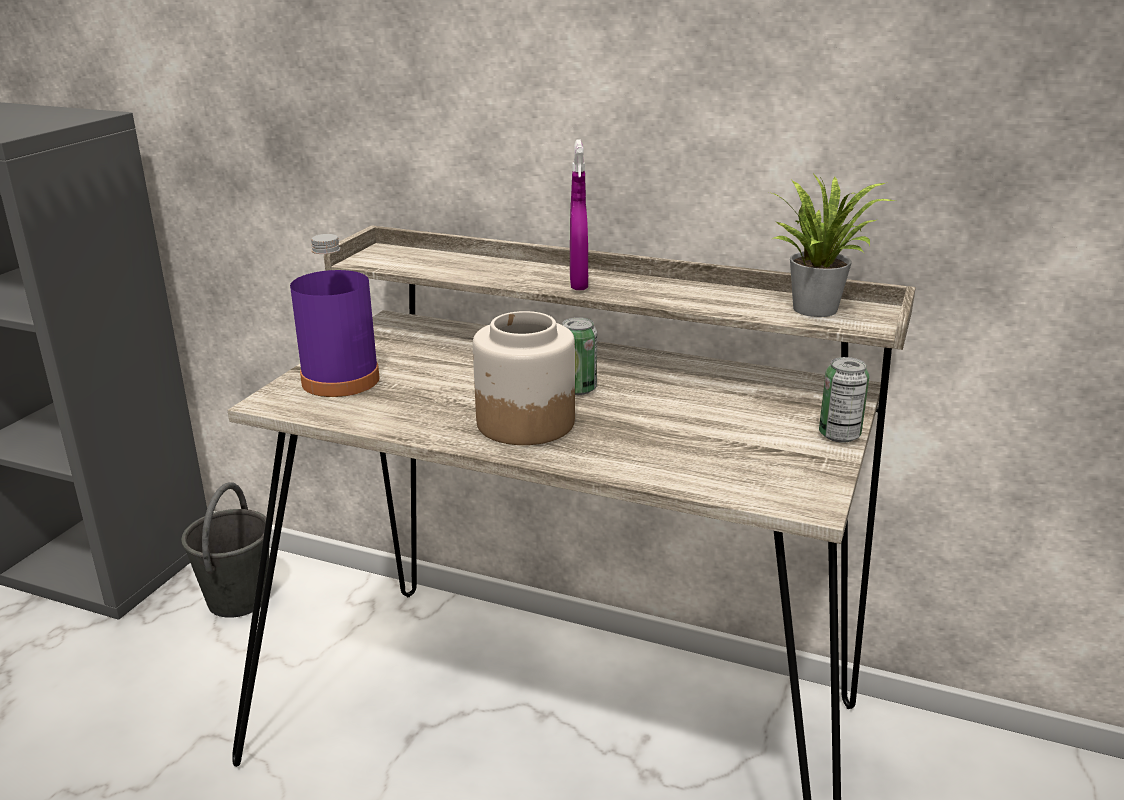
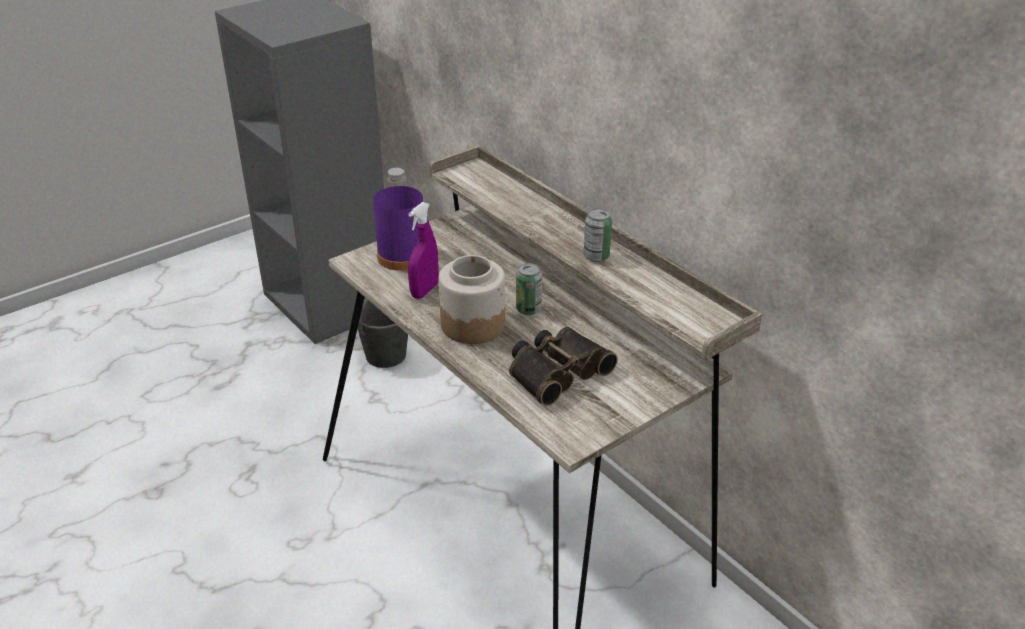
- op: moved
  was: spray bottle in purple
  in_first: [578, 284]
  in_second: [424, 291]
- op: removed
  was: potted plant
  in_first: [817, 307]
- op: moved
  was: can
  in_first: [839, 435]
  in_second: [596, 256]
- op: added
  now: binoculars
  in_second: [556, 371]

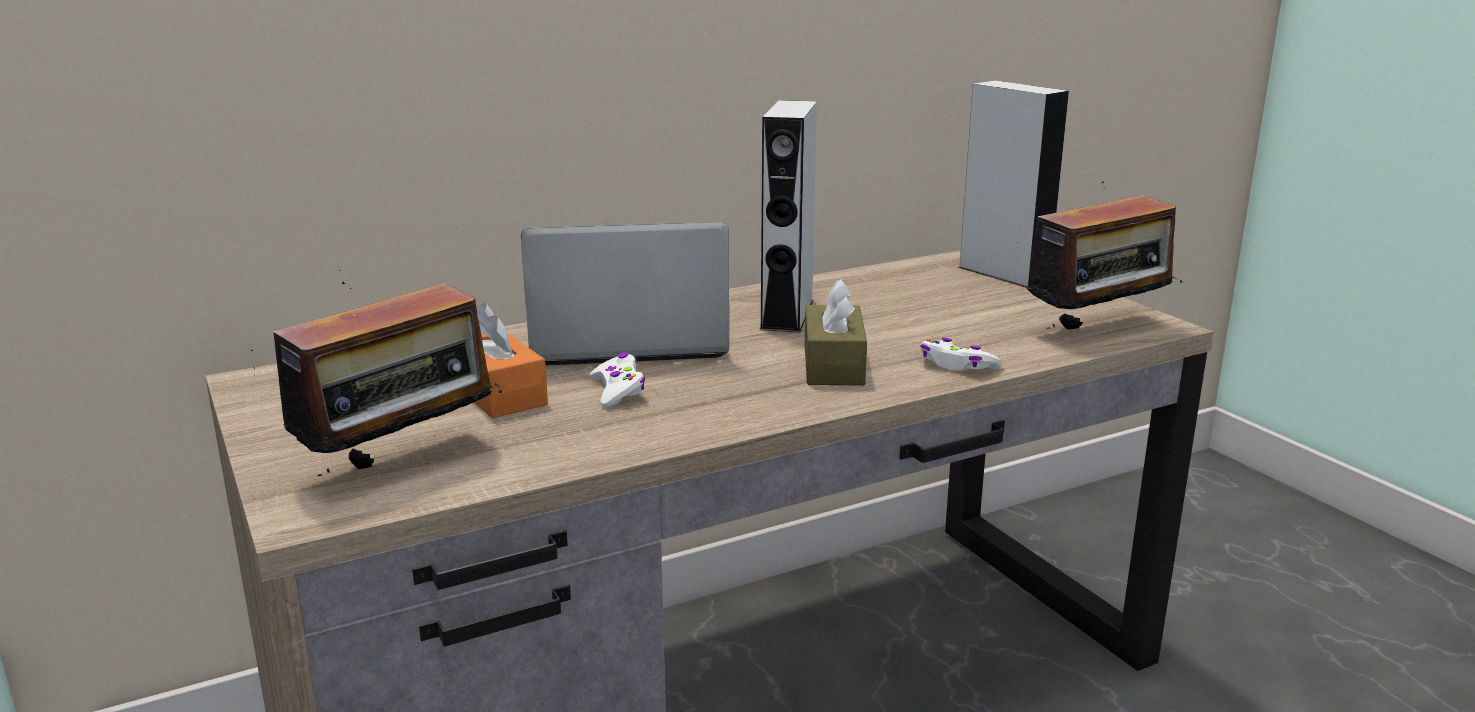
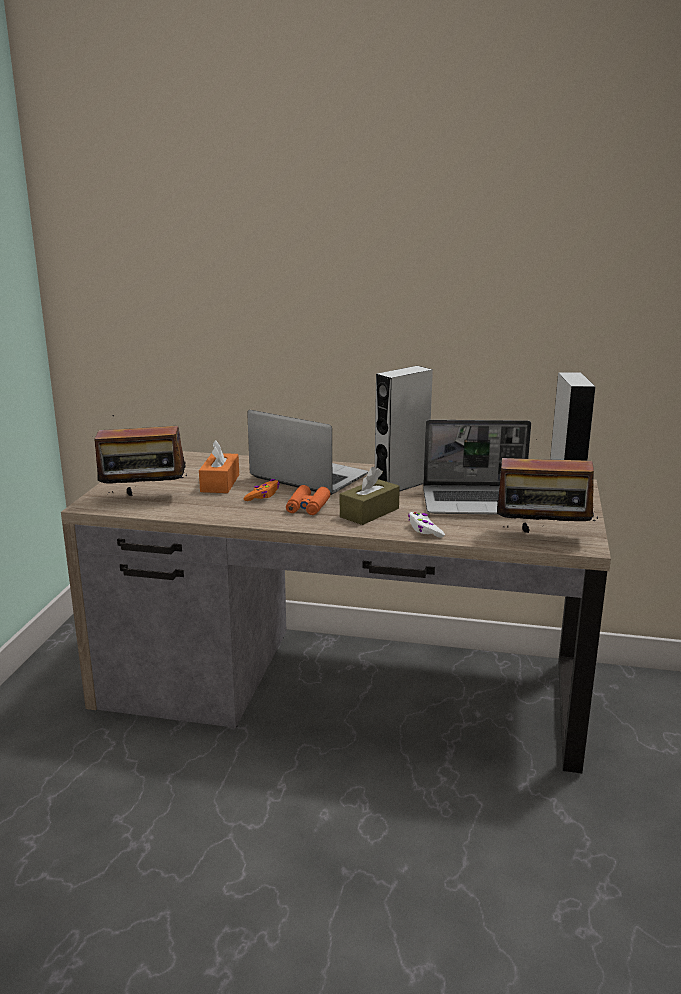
- op: recoloured
  was: game controller in white
  now: game controller in orange
  in_first: [618, 390]
  in_second: [263, 496]
- op: added
  now: laptop
  in_second: [479, 502]
- op: added
  now: binoculars in orange
  in_second: [307, 507]

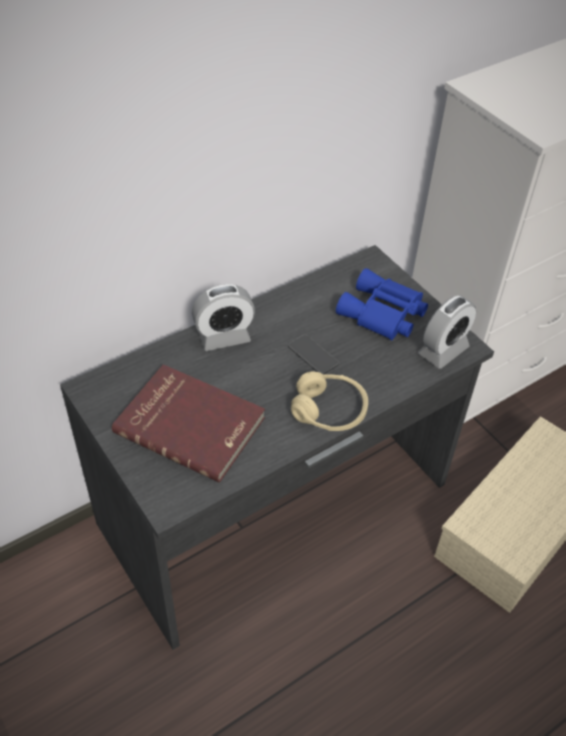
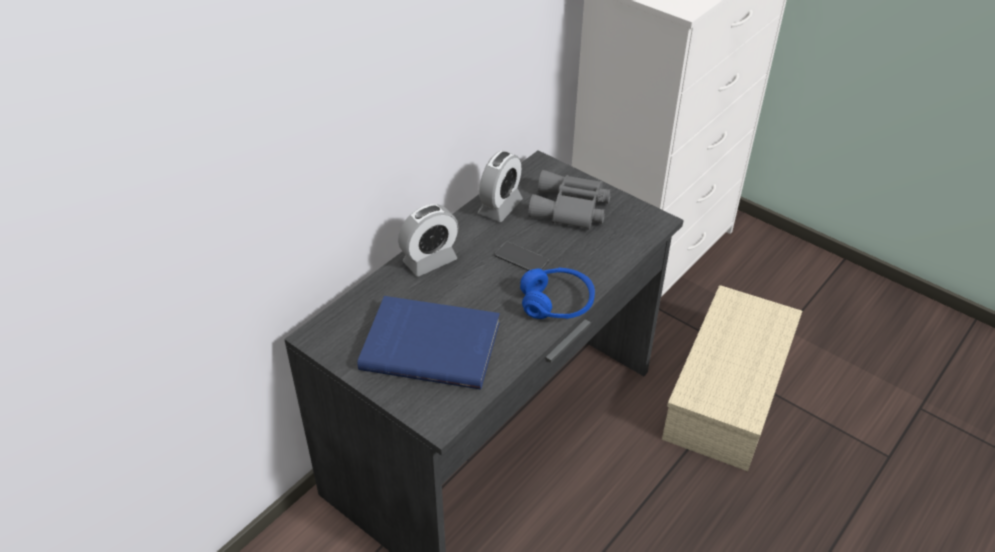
- op: recoloured
  was: binoculars in blue
  now: binoculars in grey
  in_first: [382, 314]
  in_second: [571, 209]
- op: moved
  was: alarm clock
  in_first: [443, 350]
  in_second: [500, 207]
- op: recoloured
  was: book in red
  now: book in blue
  in_first: [191, 423]
  in_second: [431, 344]
- op: recoloured
  was: headphones in beige
  now: headphones in blue
  in_first: [329, 410]
  in_second: [557, 303]

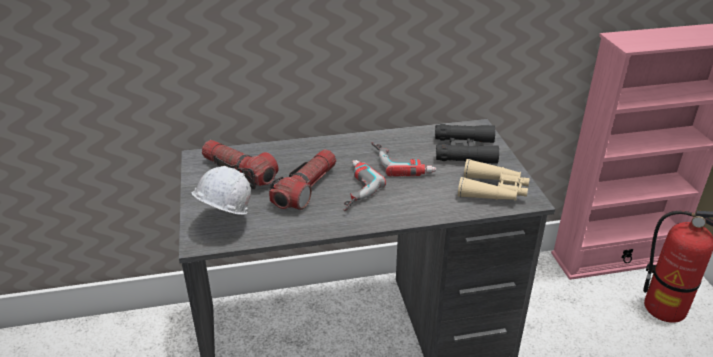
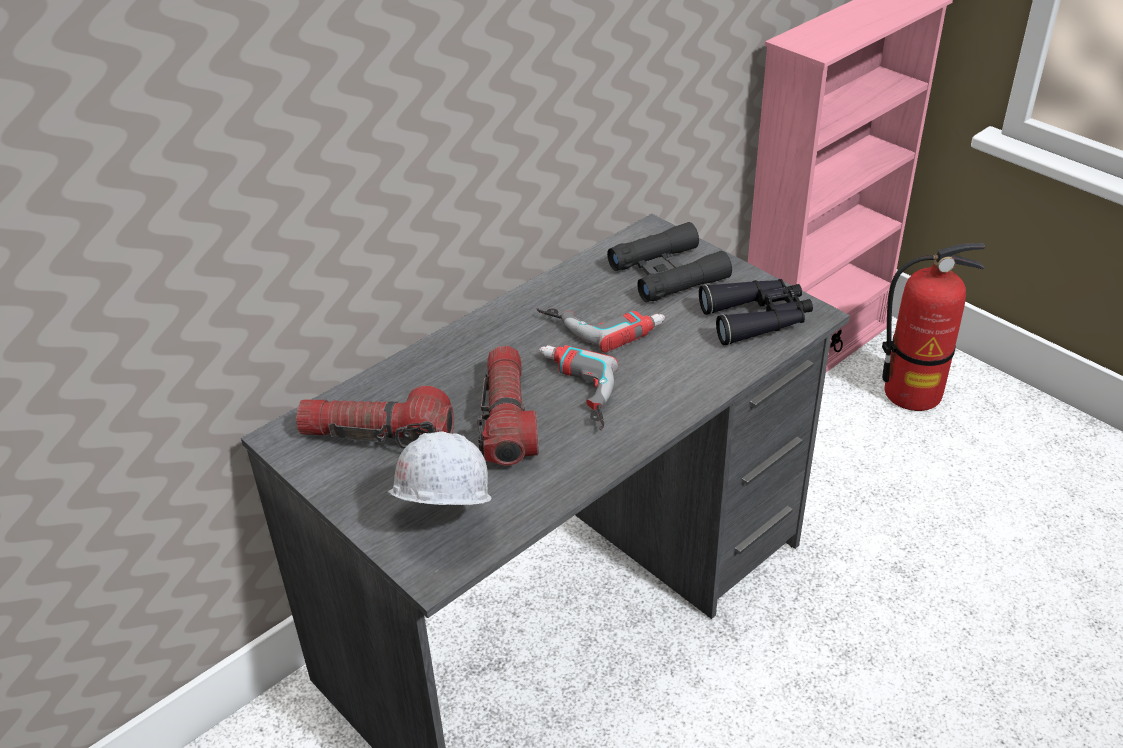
- op: recoloured
  was: binoculars in beige
  now: binoculars in black
  in_first: [493, 191]
  in_second: [757, 319]

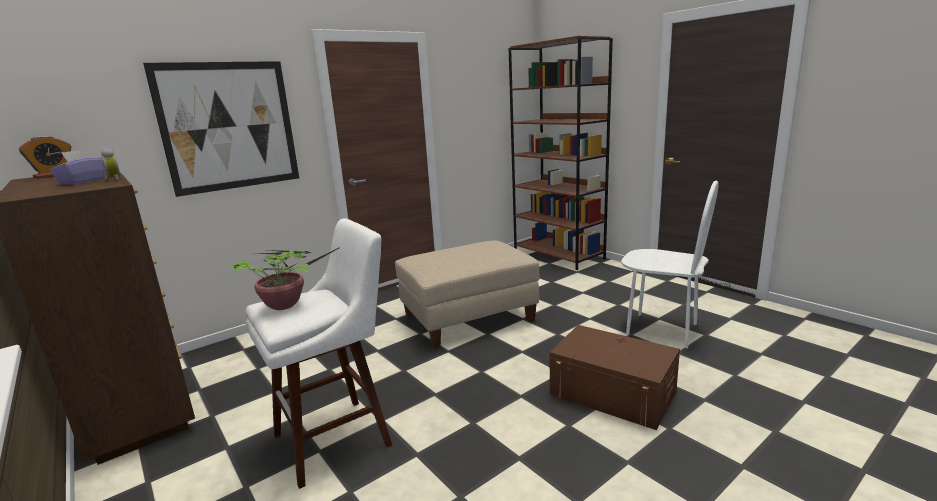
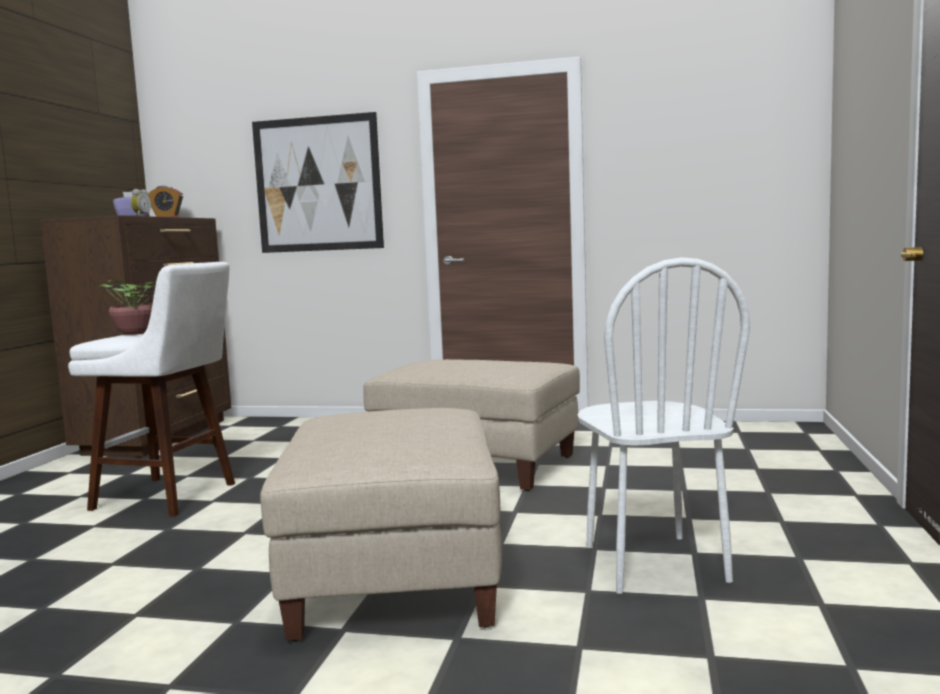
- op: removed
  was: bookcase in brown
  in_first: [559, 255]
- op: replaced
  was: storage box in brown
  now: ottoman in beige
  in_first: [612, 393]
  in_second: [394, 577]

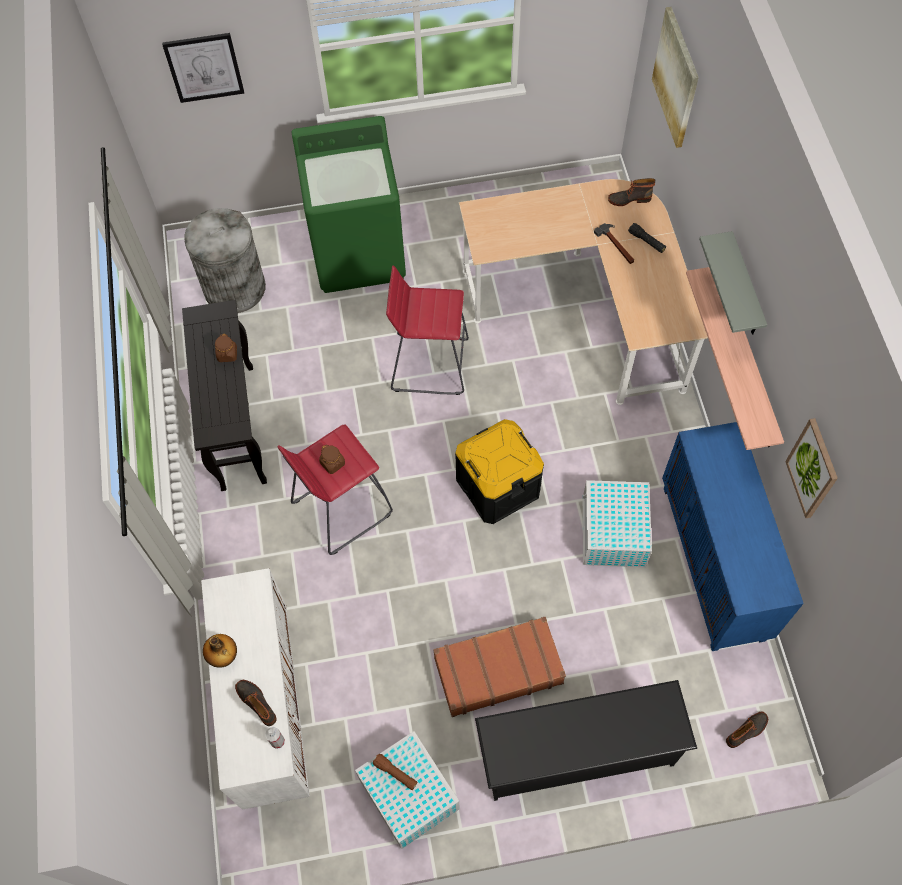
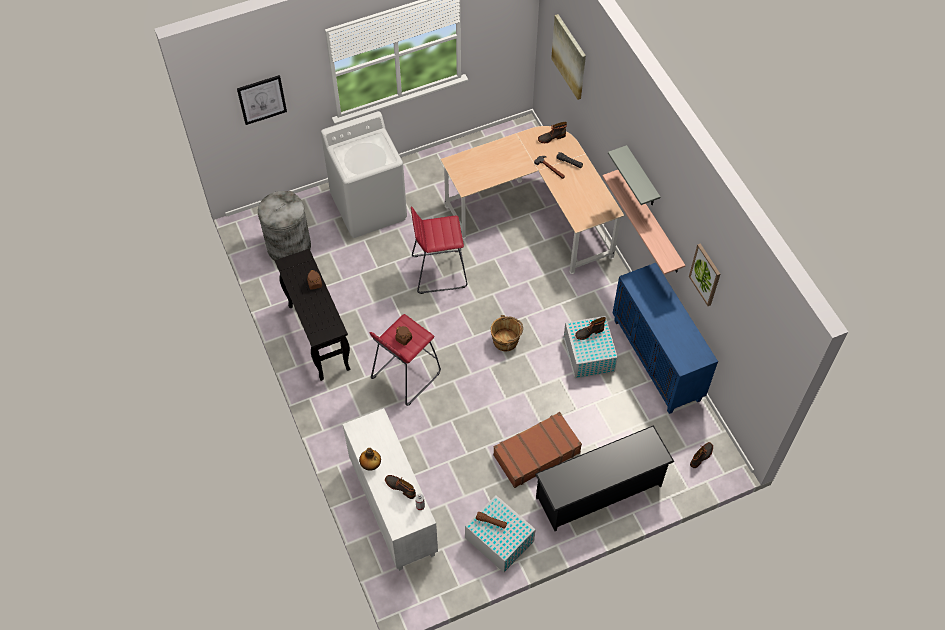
- op: recoloured
  was: washing machine in green
  now: washing machine in white
  in_first: [358, 253]
  in_second: [369, 207]
- op: replaced
  was: storage box in black
  now: bucket in brown
  in_first: [498, 486]
  in_second: [506, 340]
- op: added
  now: boot
  in_second: [589, 332]

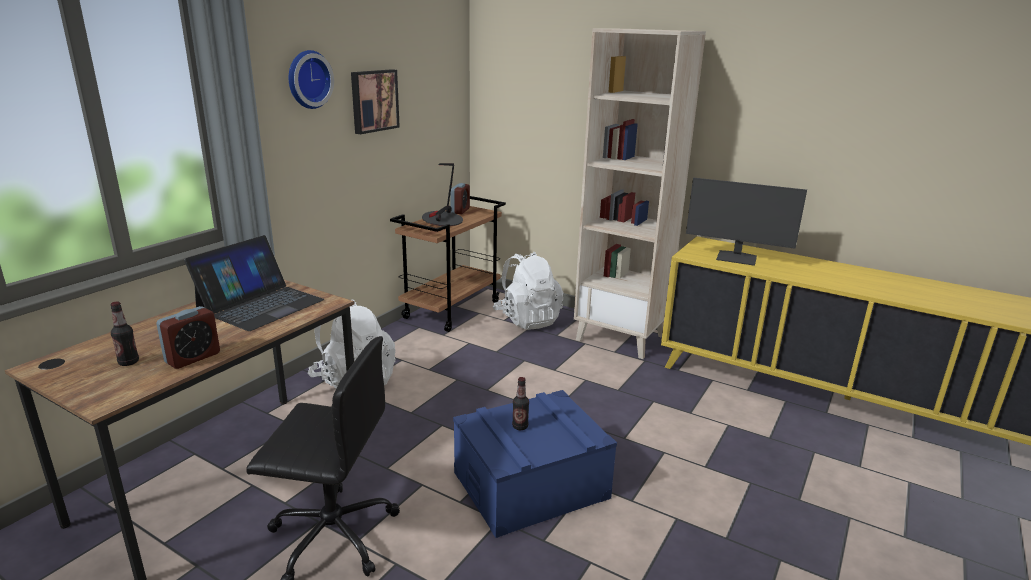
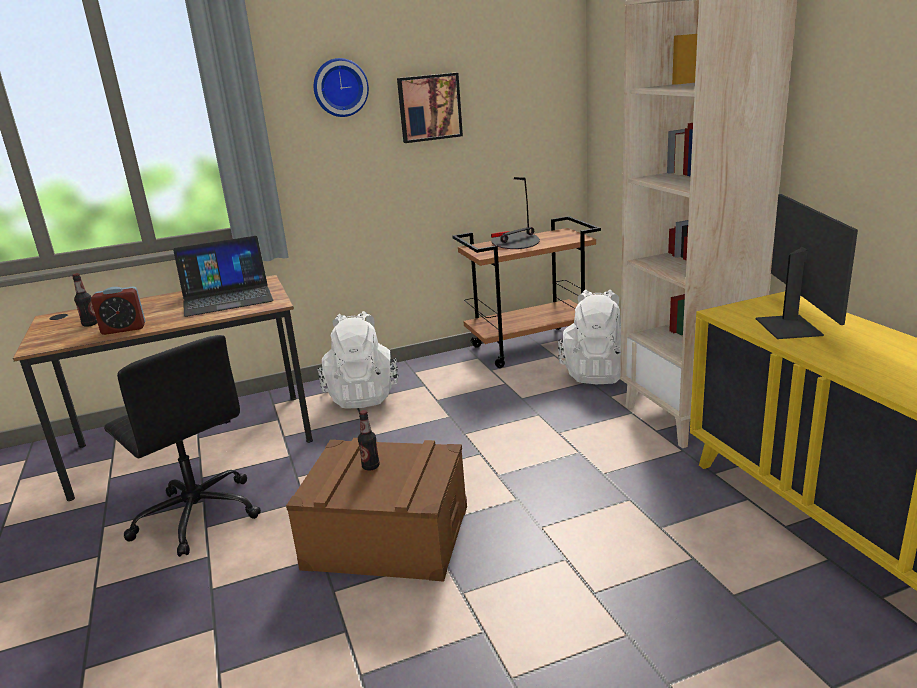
- op: turned
  was: monitor
  in_first: [736, 258]
  in_second: [790, 327]
  clockwise: -150
- op: removed
  was: alarm clock
  in_first: [460, 211]
- op: recoloured
  was: storage box in blue
  now: storage box in brown
  in_first: [530, 485]
  in_second: [387, 537]

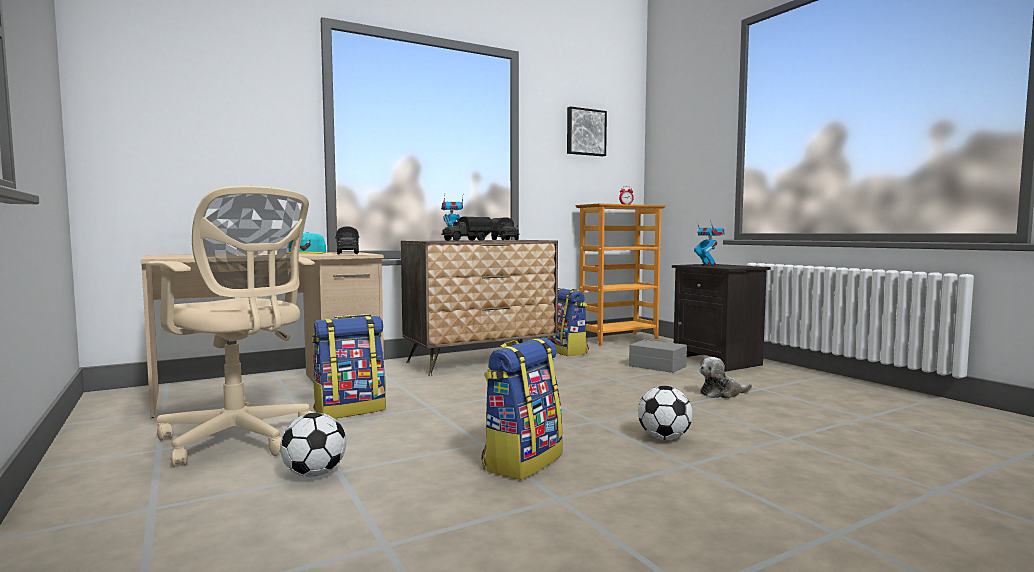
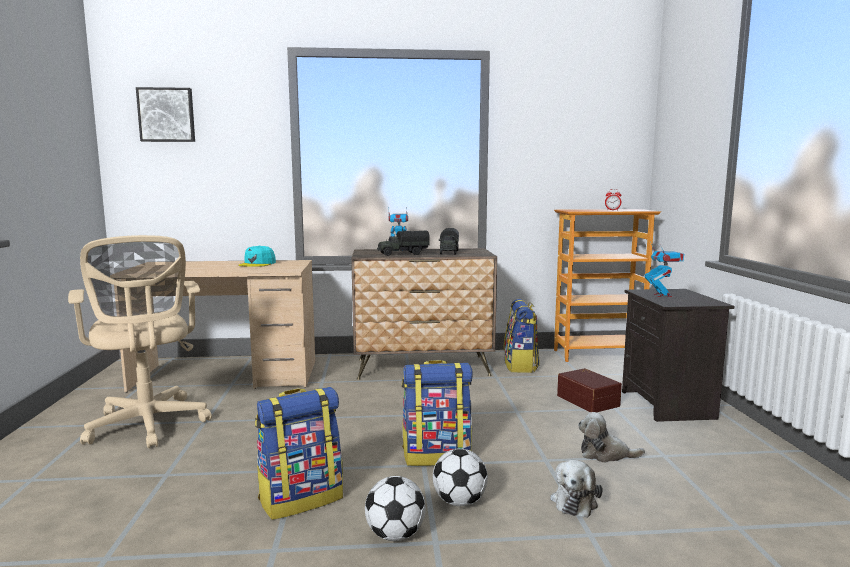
- op: moved
  was: picture
  in_first: [585, 132]
  in_second: [167, 115]
- op: removed
  was: toy truck
  in_first: [347, 253]
- op: moved
  was: backpack
  in_first: [350, 410]
  in_second: [437, 455]
- op: recoloured
  was: storage box in grey
  now: storage box in brown
  in_first: [658, 366]
  in_second: [589, 400]
- op: moved
  was: football
  in_first: [314, 474]
  in_second: [395, 535]
- op: added
  now: plush toy
  in_second: [574, 501]

